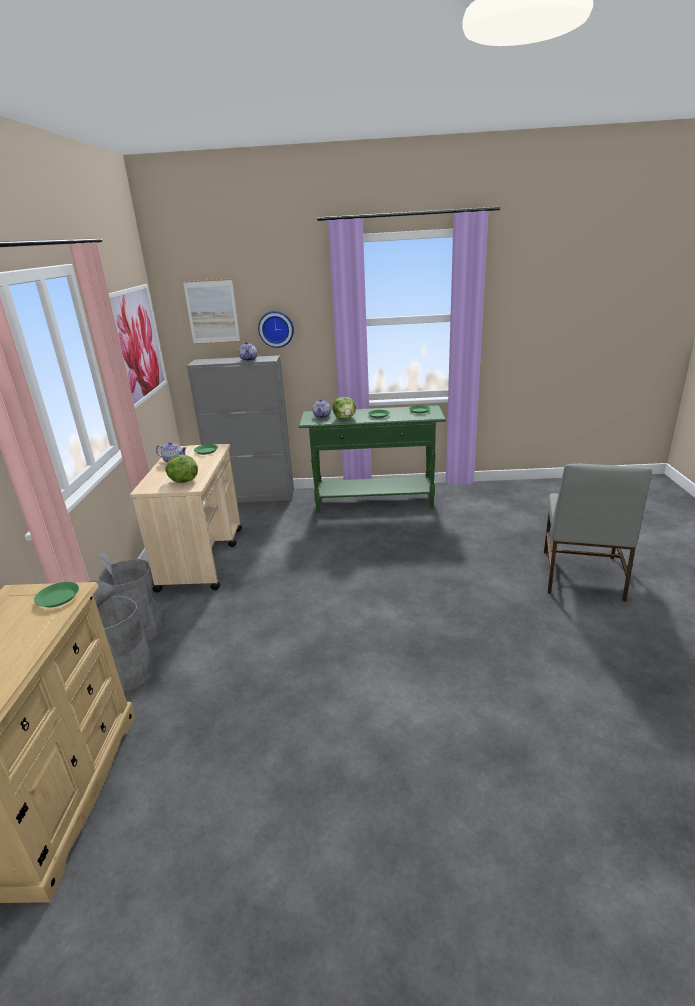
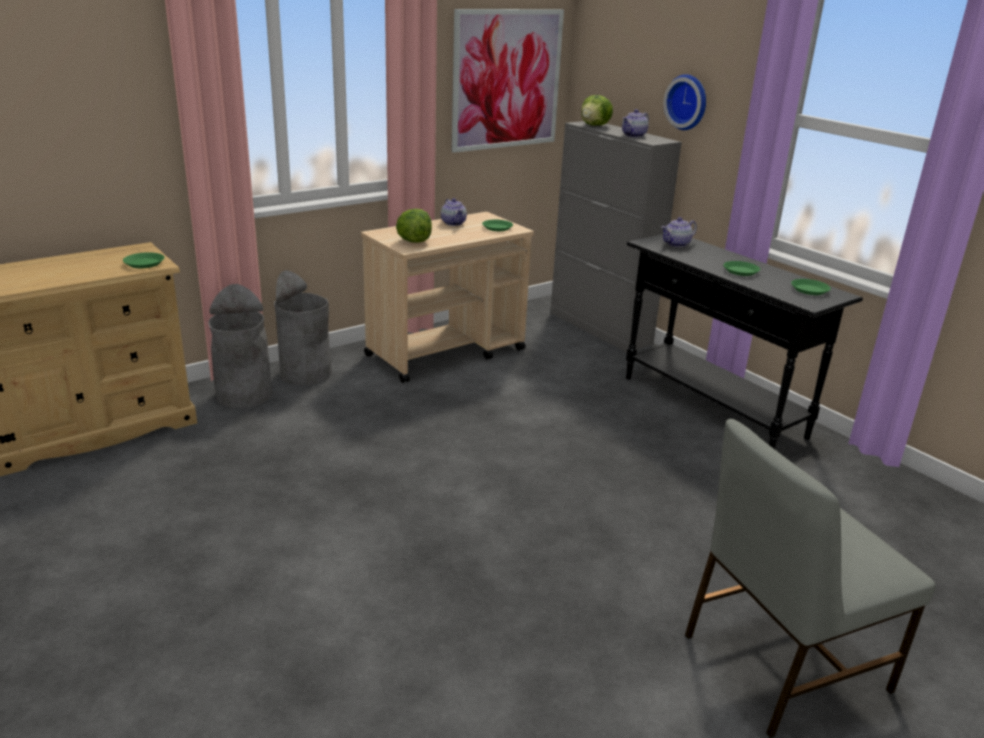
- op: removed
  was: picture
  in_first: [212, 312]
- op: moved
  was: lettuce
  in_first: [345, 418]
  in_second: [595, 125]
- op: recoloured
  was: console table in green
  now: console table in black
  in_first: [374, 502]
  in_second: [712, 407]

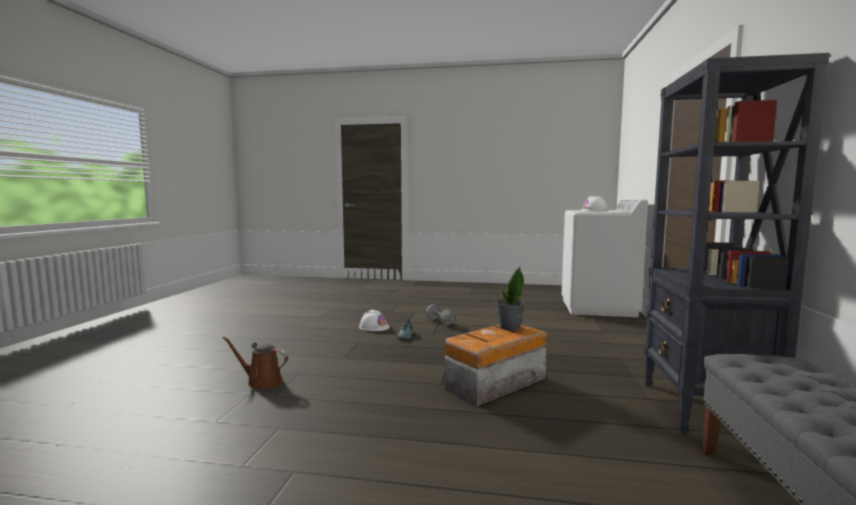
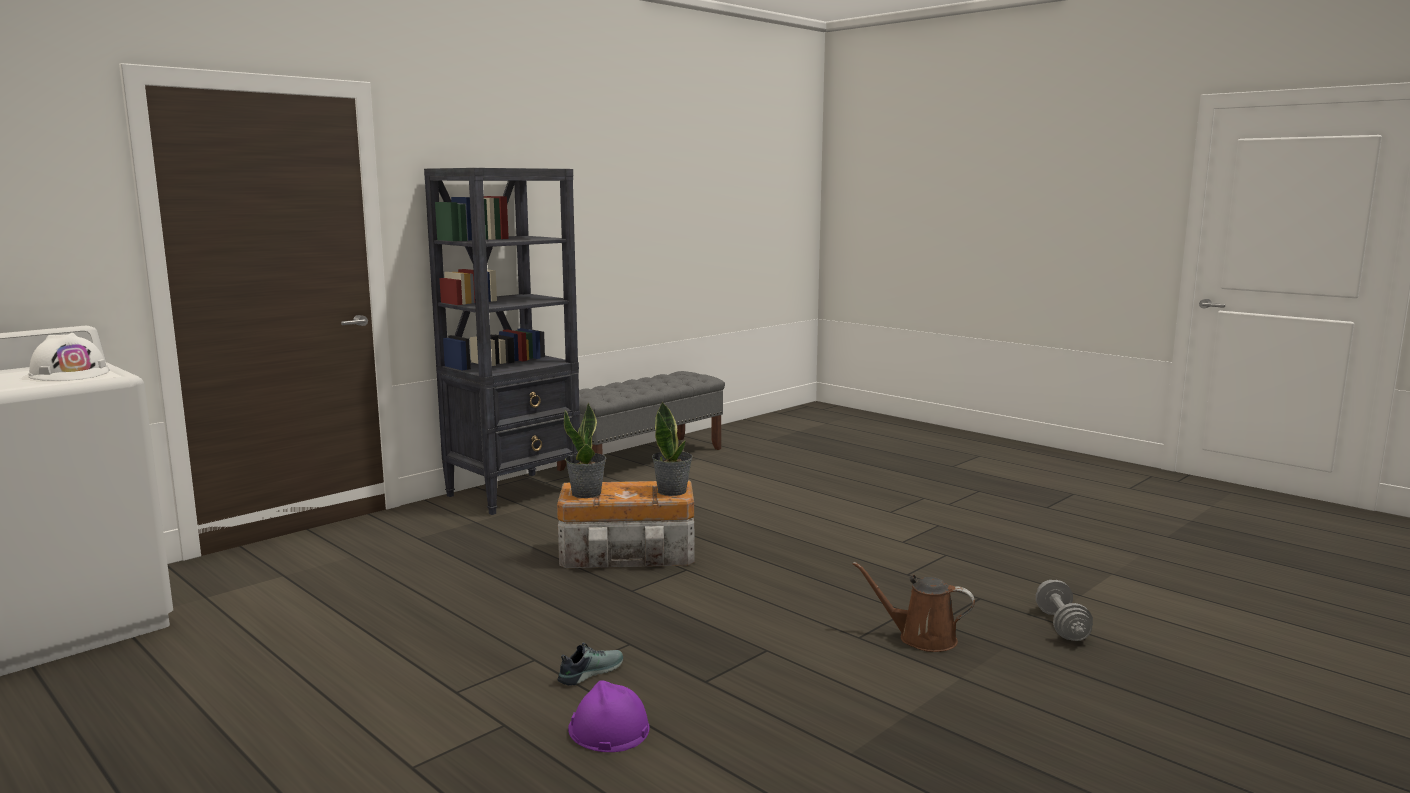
- op: moved
  was: dumbbell in grey
  in_first: [440, 322]
  in_second: [1061, 626]
- op: recoloured
  was: hard hat in white
  now: hard hat in purple
  in_first: [374, 327]
  in_second: [608, 729]
- op: turned
  was: watering can in brown
  in_first: [261, 382]
  in_second: [921, 638]
  clockwise: 150
- op: added
  now: potted plant
  in_second: [672, 491]

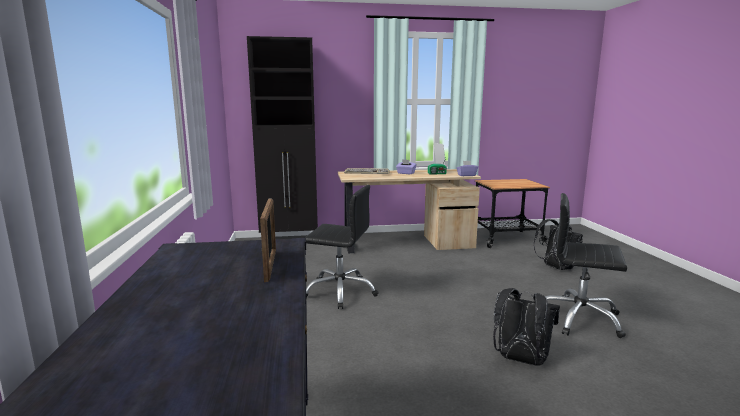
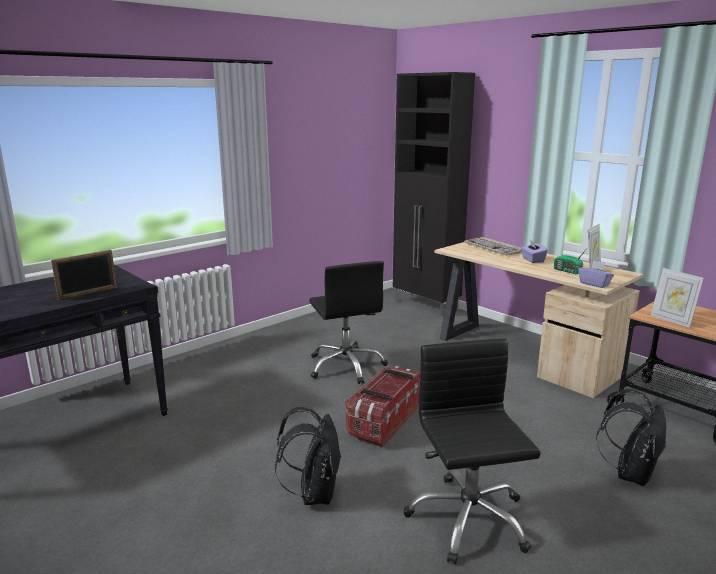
- op: added
  now: picture frame
  in_second: [671, 320]
- op: added
  now: storage box
  in_second: [383, 421]

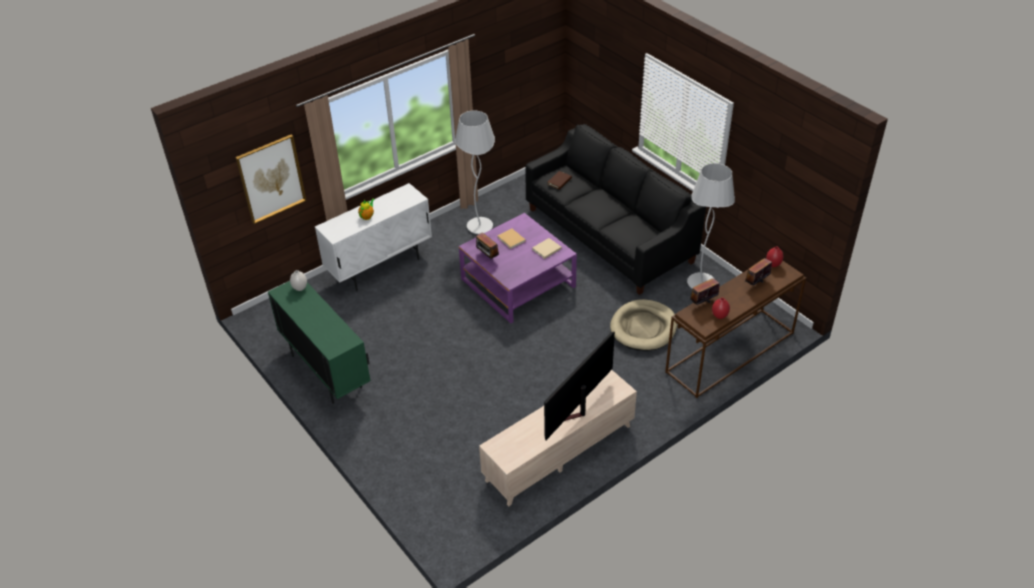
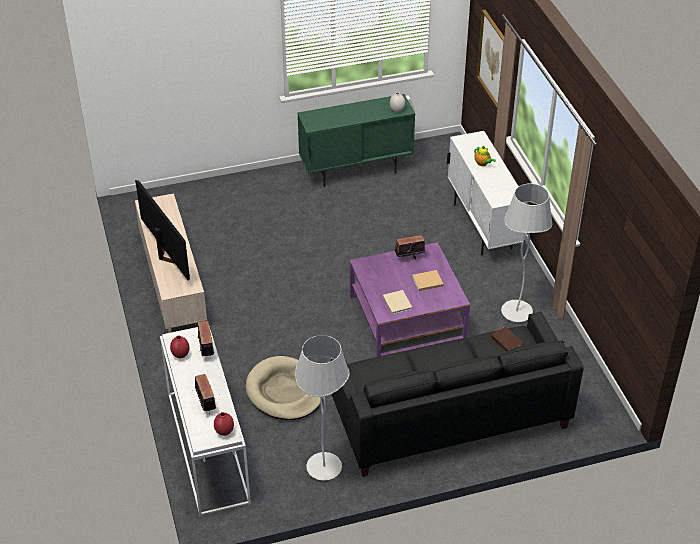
- op: recoloured
  was: console table in brown
  now: console table in white
  in_first: [730, 353]
  in_second: [206, 447]

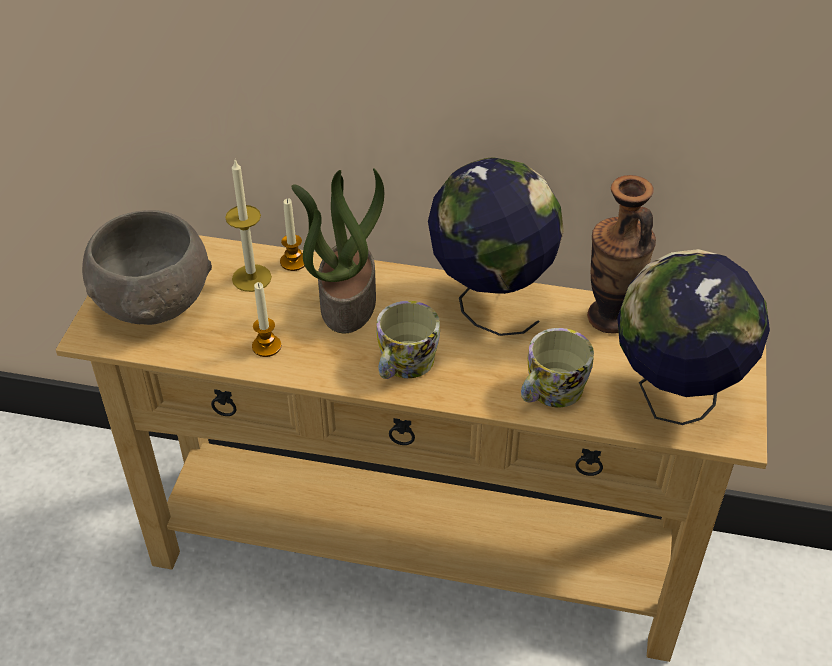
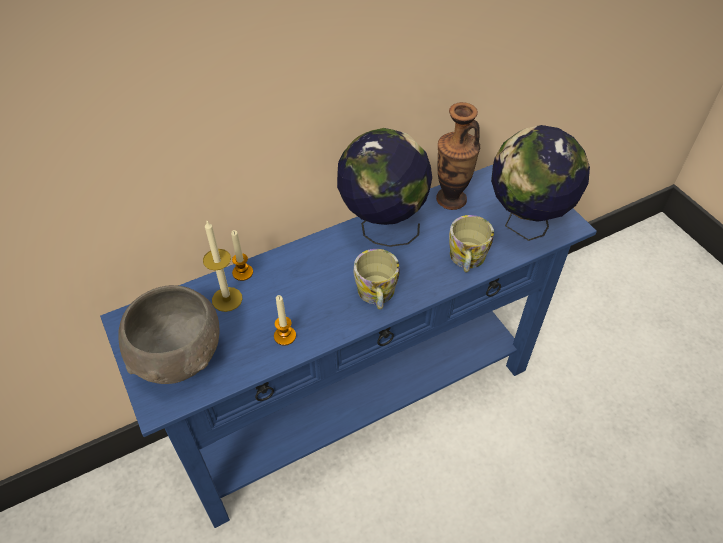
- op: removed
  was: potted plant
  in_first: [346, 301]
- op: recoloured
  was: console table in beige
  now: console table in blue
  in_first: [416, 555]
  in_second: [360, 406]

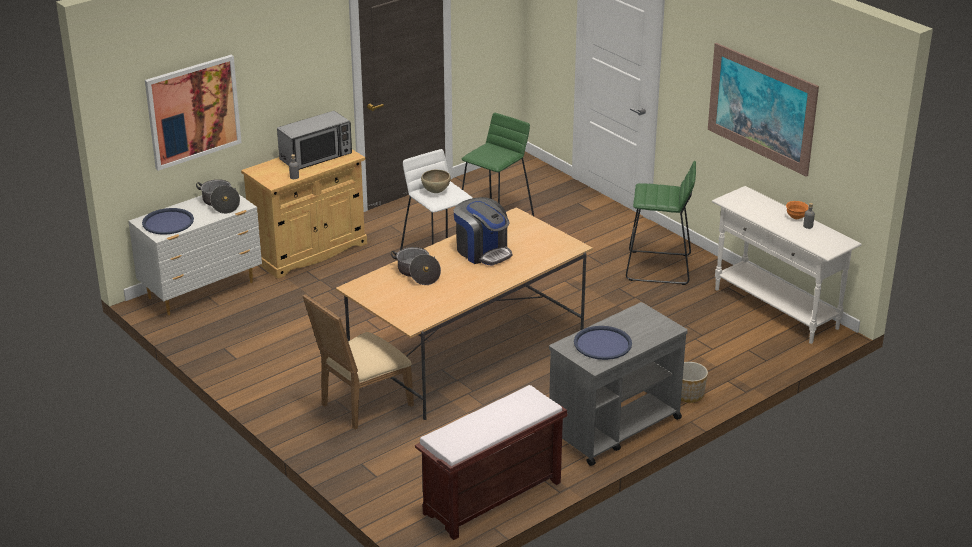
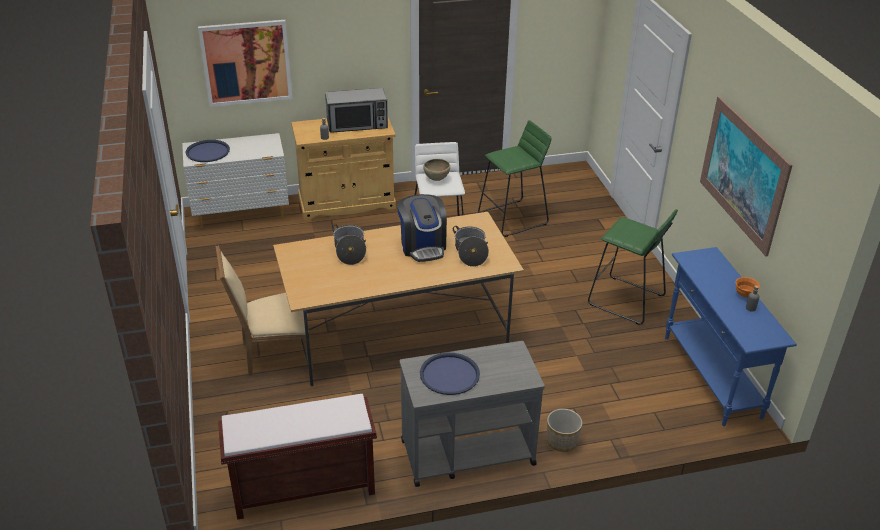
- op: moved
  was: cooking pot
  in_first: [220, 203]
  in_second: [470, 252]
- op: recoloured
  was: console table in white
  now: console table in blue
  in_first: [775, 309]
  in_second: [711, 377]

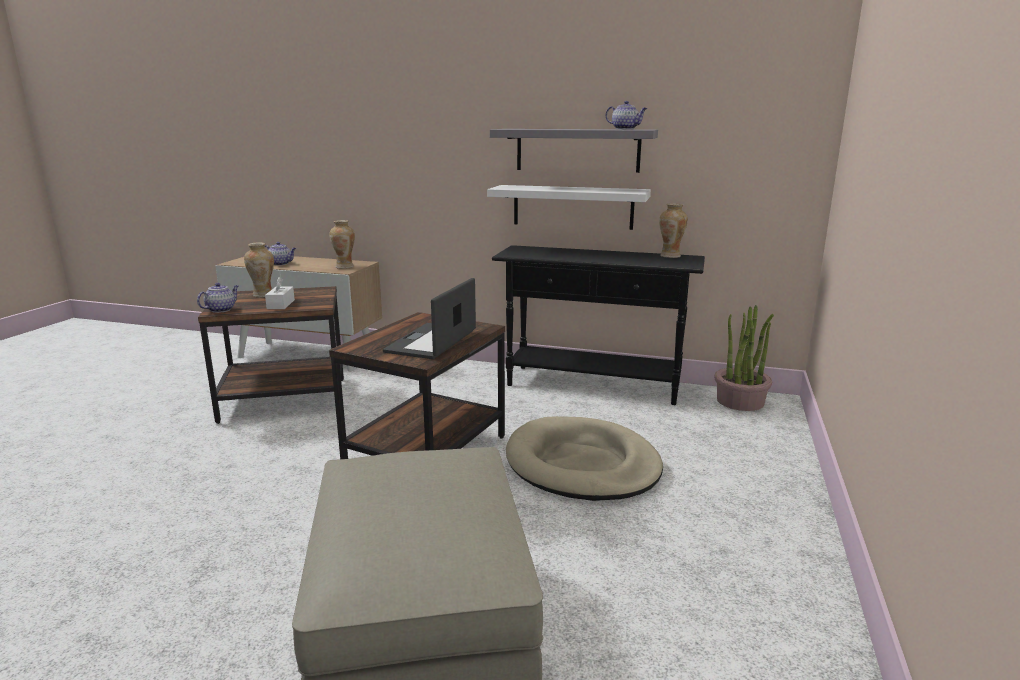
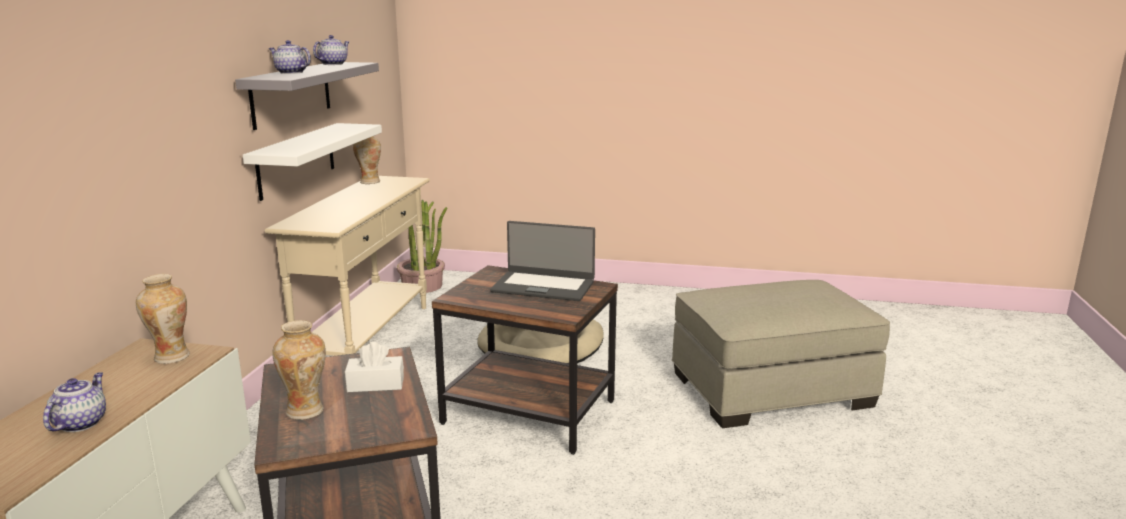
- op: recoloured
  was: console table in black
  now: console table in beige
  in_first: [593, 385]
  in_second: [367, 338]
- op: moved
  was: teapot
  in_first: [221, 309]
  in_second: [290, 73]

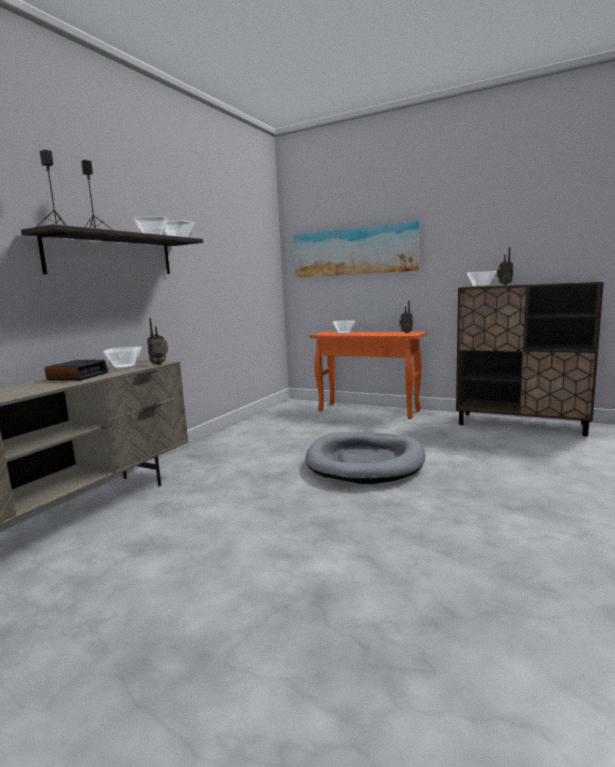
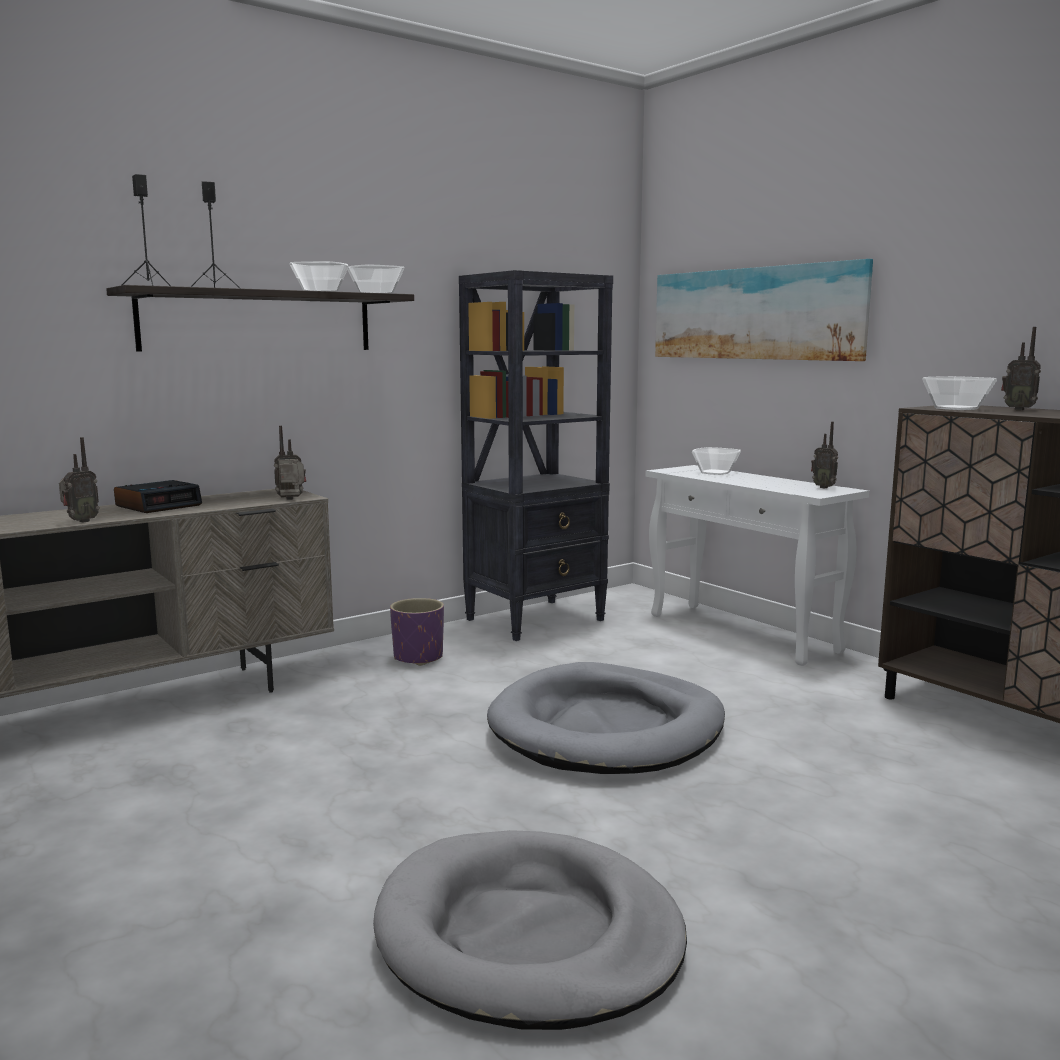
- op: recoloured
  was: console table in orange
  now: console table in white
  in_first: [369, 410]
  in_second: [743, 633]
- op: removed
  was: bowl
  in_first: [124, 366]
- op: added
  now: bookcase in black
  in_second: [536, 619]
- op: added
  now: radio
  in_second: [80, 521]
- op: added
  now: planter in purple
  in_second: [417, 657]
- op: added
  now: dog bed in grey
  in_second: [528, 936]

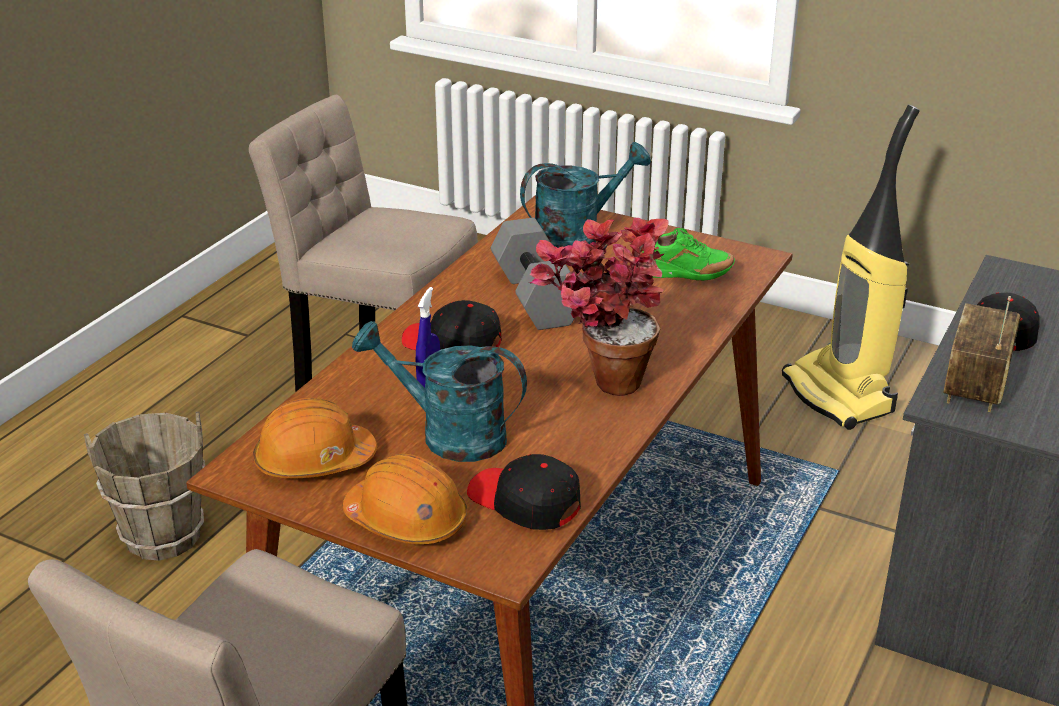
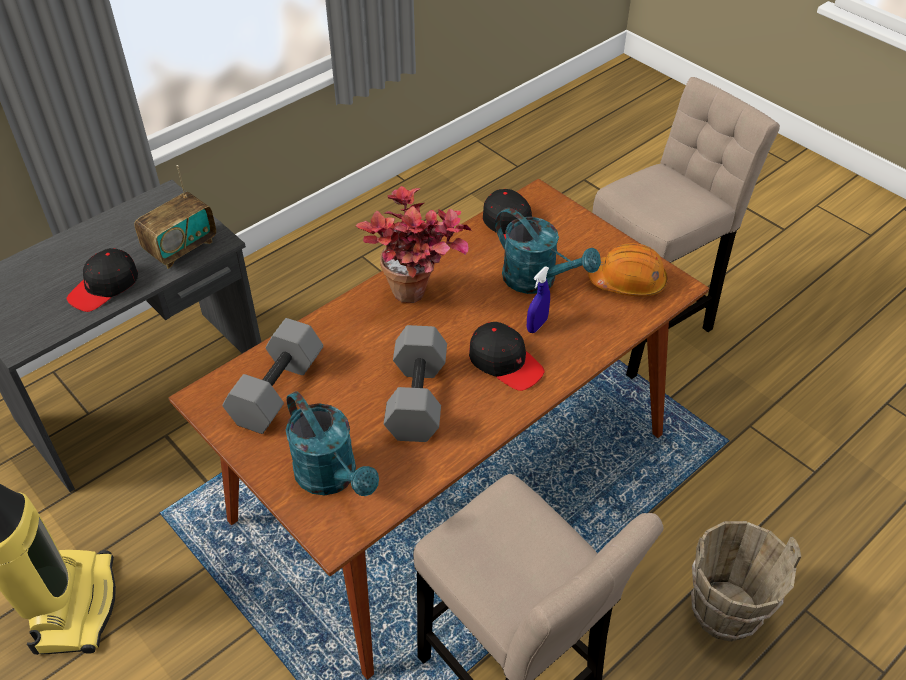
- op: turned
  was: watering can in turquoise
  in_first: [577, 235]
  in_second: [332, 478]
  clockwise: -120
- op: replaced
  was: shoe in green
  now: dumbbell in grey
  in_first: [686, 275]
  in_second: [278, 392]
- op: removed
  was: hard hat in orange
  in_first: [407, 520]

